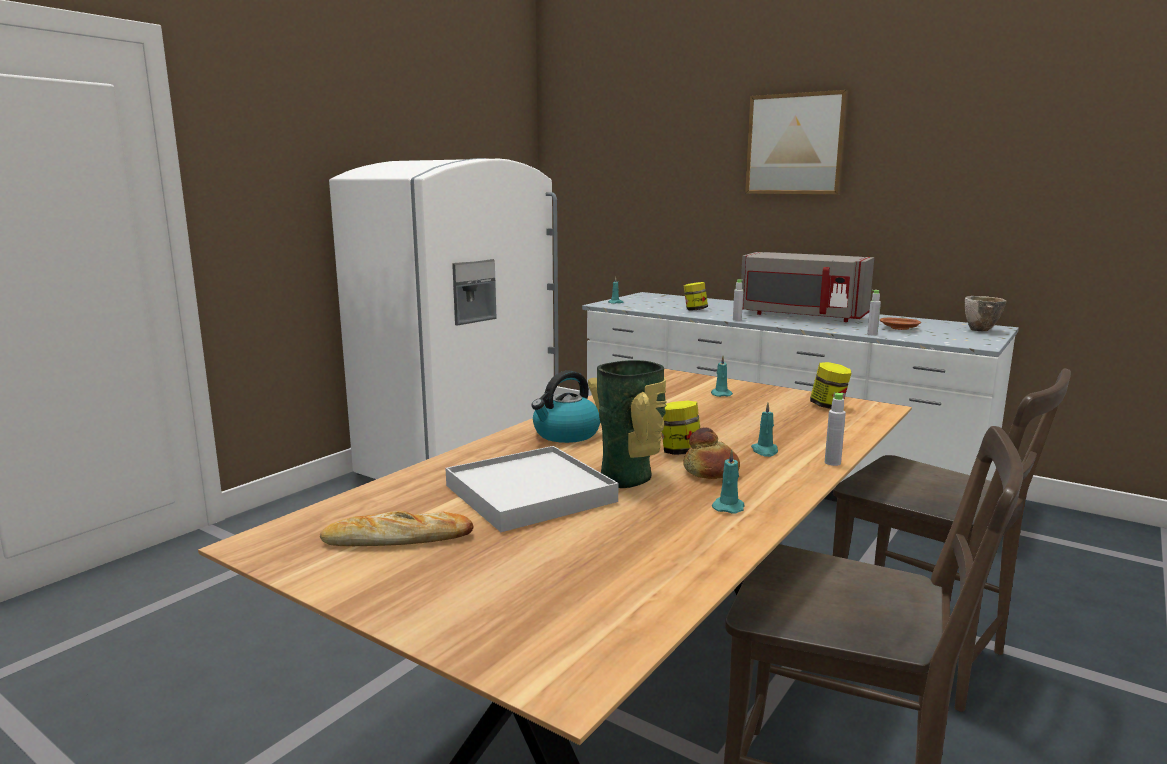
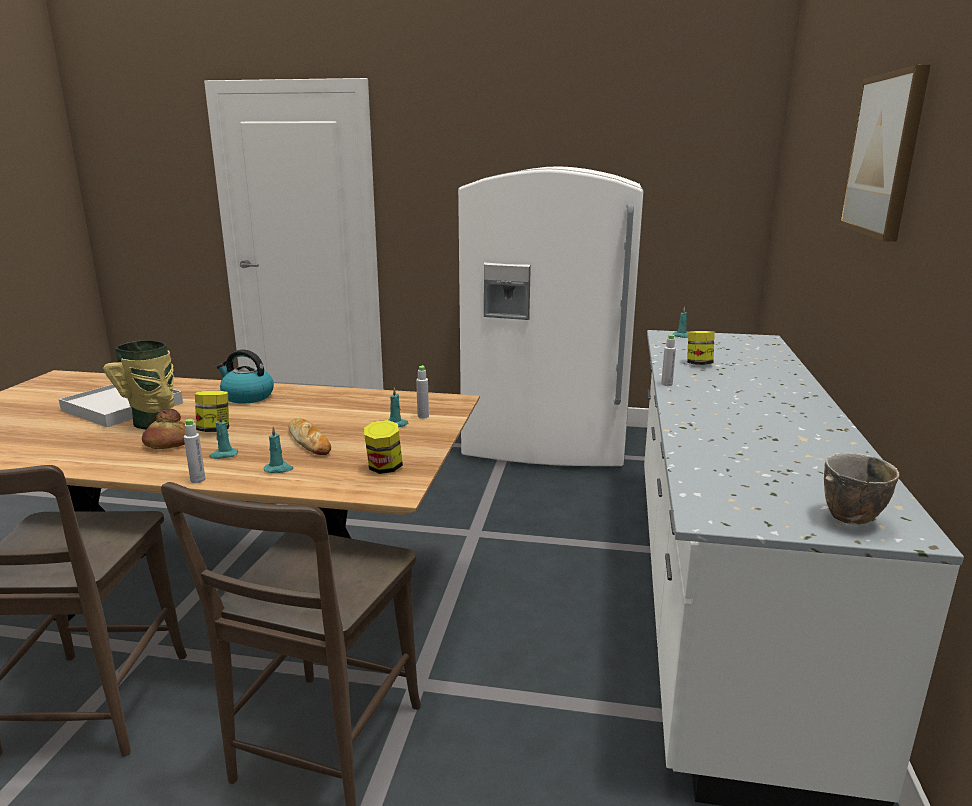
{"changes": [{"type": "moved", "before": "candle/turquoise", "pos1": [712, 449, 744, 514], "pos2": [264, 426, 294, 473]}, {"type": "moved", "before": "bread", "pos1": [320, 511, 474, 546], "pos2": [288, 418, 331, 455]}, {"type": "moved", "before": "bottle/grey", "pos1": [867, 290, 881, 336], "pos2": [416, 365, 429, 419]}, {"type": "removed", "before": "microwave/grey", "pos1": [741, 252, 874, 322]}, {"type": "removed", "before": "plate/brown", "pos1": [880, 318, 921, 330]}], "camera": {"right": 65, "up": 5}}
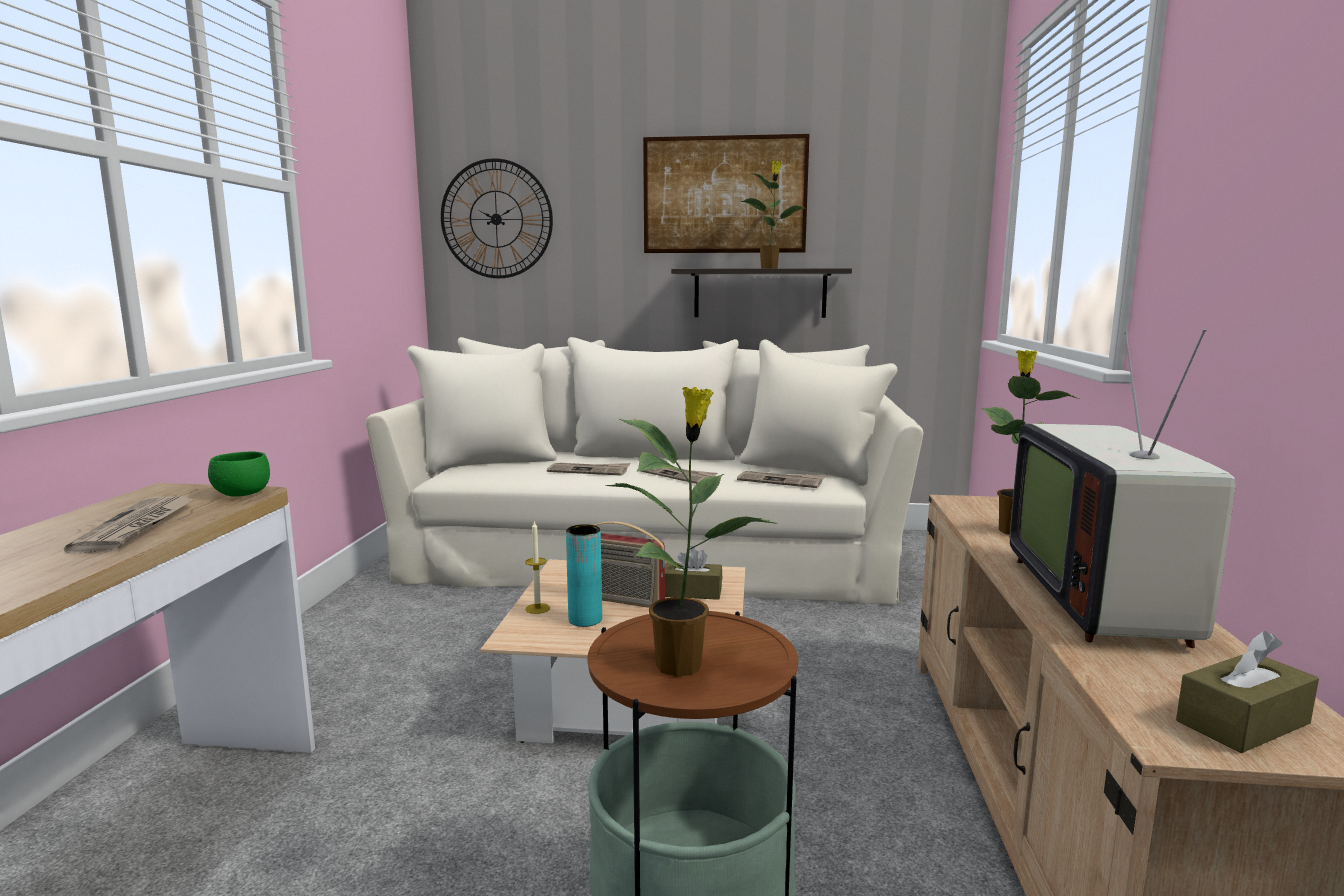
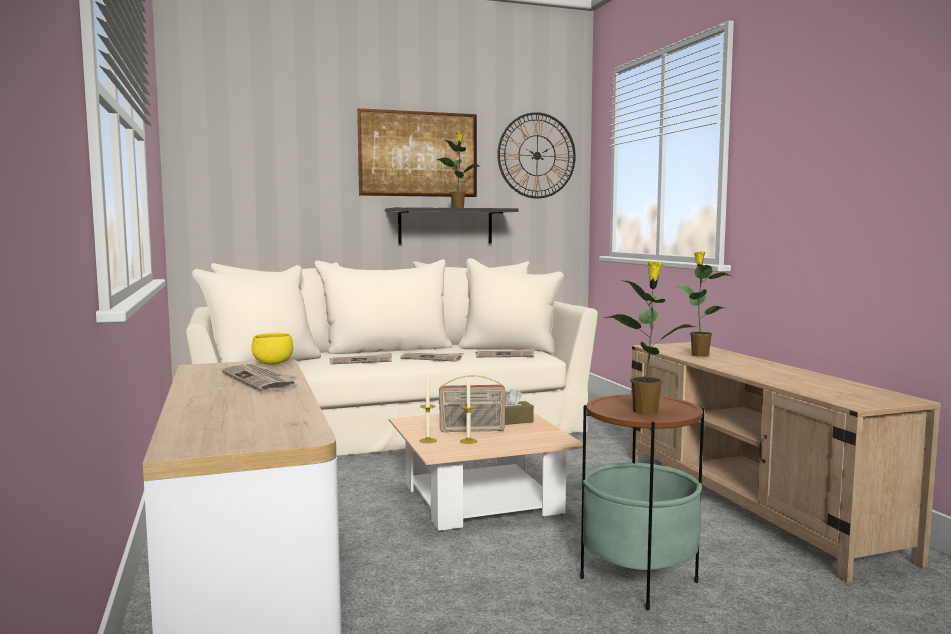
{"changes": [{"type": "recoloured", "before": "bowl/green", "after": "bowl/yellow", "pos1": [208, 452, 270, 497], "pos2": [251, 333, 293, 365]}, {"type": "replaced", "before": "vase/turquoise", "after": "candle", "pos1": [566, 524, 602, 627], "pos2": [460, 377, 477, 444]}, {"type": "moved", "before": "wall clock", "pos1": [441, 158, 553, 278], "pos2": [497, 112, 576, 199]}, {"type": "removed", "before": "television", "pos1": [1010, 328, 1236, 648]}, {"type": "removed", "before": "tissue box/brown", "pos1": [1176, 631, 1319, 753]}], "camera": {"right": -25, "up": -5}}
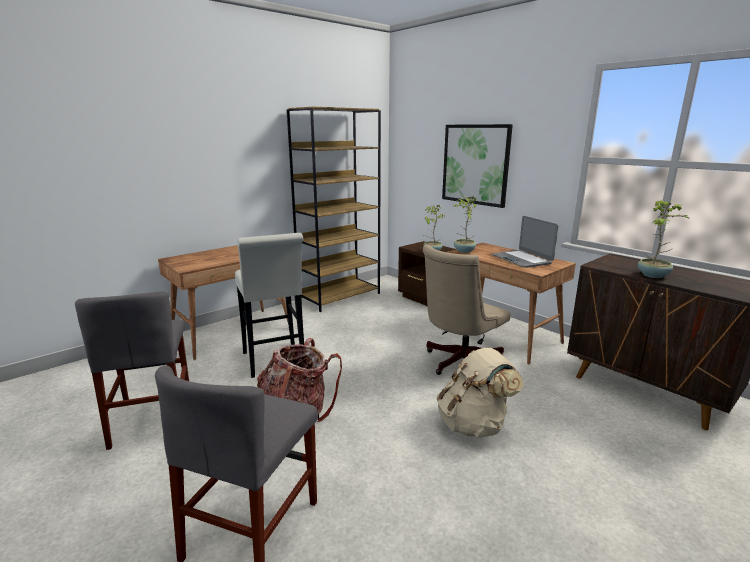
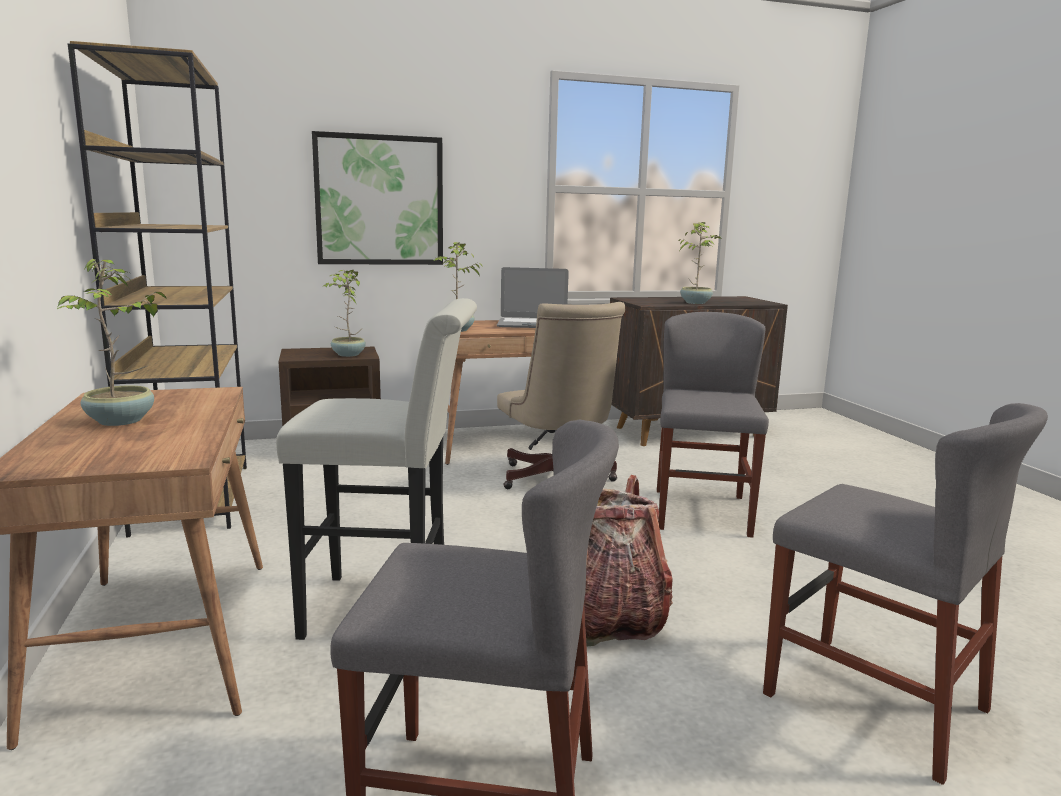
{"changes": [{"type": "added", "after": "potted plant", "pos2": [57, 259, 167, 426]}, {"type": "replaced", "before": "backpack/beige", "after": "chair/grey", "pos1": [436, 348, 523, 438], "pos2": [657, 312, 769, 538]}], "camera": {"right": -65, "up": -5}}
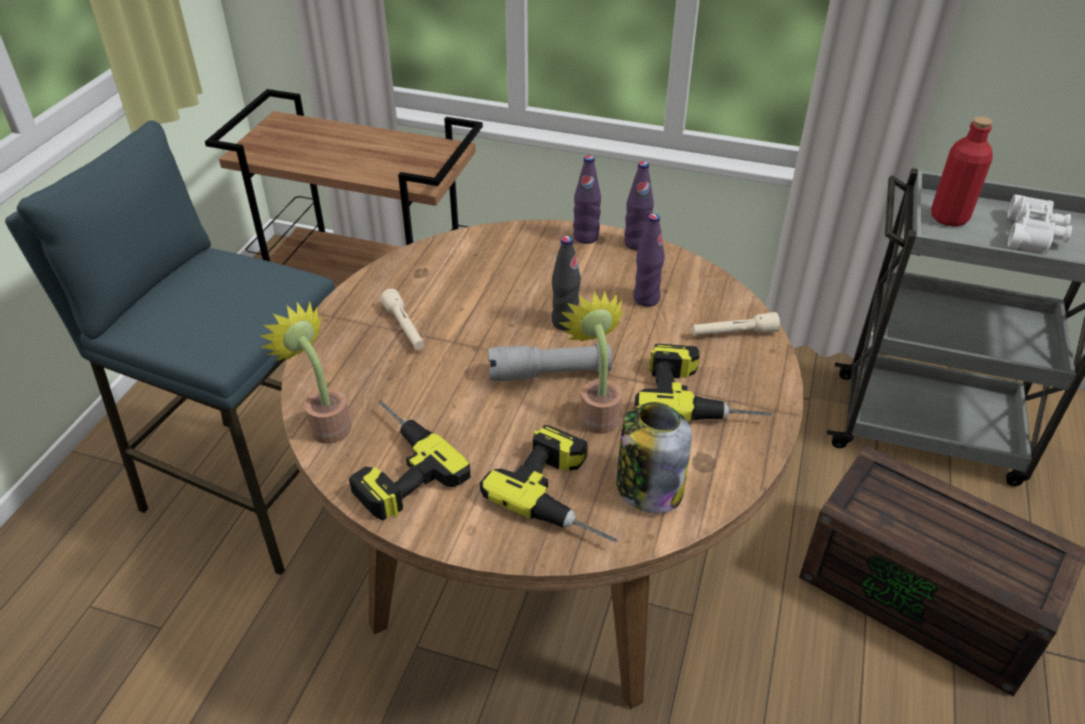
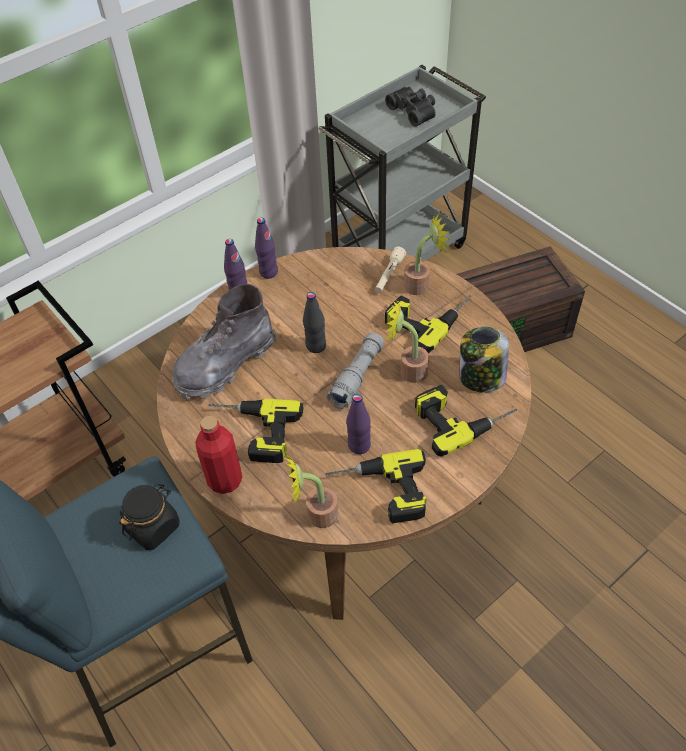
{"changes": [{"type": "added", "after": "jar/black", "pos2": [119, 484, 180, 550]}, {"type": "added", "after": "boot/grey", "pos2": [172, 284, 276, 400]}, {"type": "moved", "before": "bottle/red", "pos1": [931, 116, 993, 227], "pos2": [195, 416, 243, 494]}, {"type": "replaced", "before": "flashlight/beige", "after": "power drill", "pos1": [380, 289, 425, 350], "pos2": [208, 399, 304, 463]}, {"type": "moved", "before": "bottle/purple", "pos1": [633, 214, 665, 307], "pos2": [346, 394, 371, 454]}, {"type": "recoloured", "before": "binoculars/white", "after": "binoculars/black", "pos1": [1007, 194, 1072, 255], "pos2": [385, 87, 436, 127]}, {"type": "added", "after": "potted plant", "pos2": [404, 214, 450, 295]}], "camera": {"right": -55, "up": 10}}
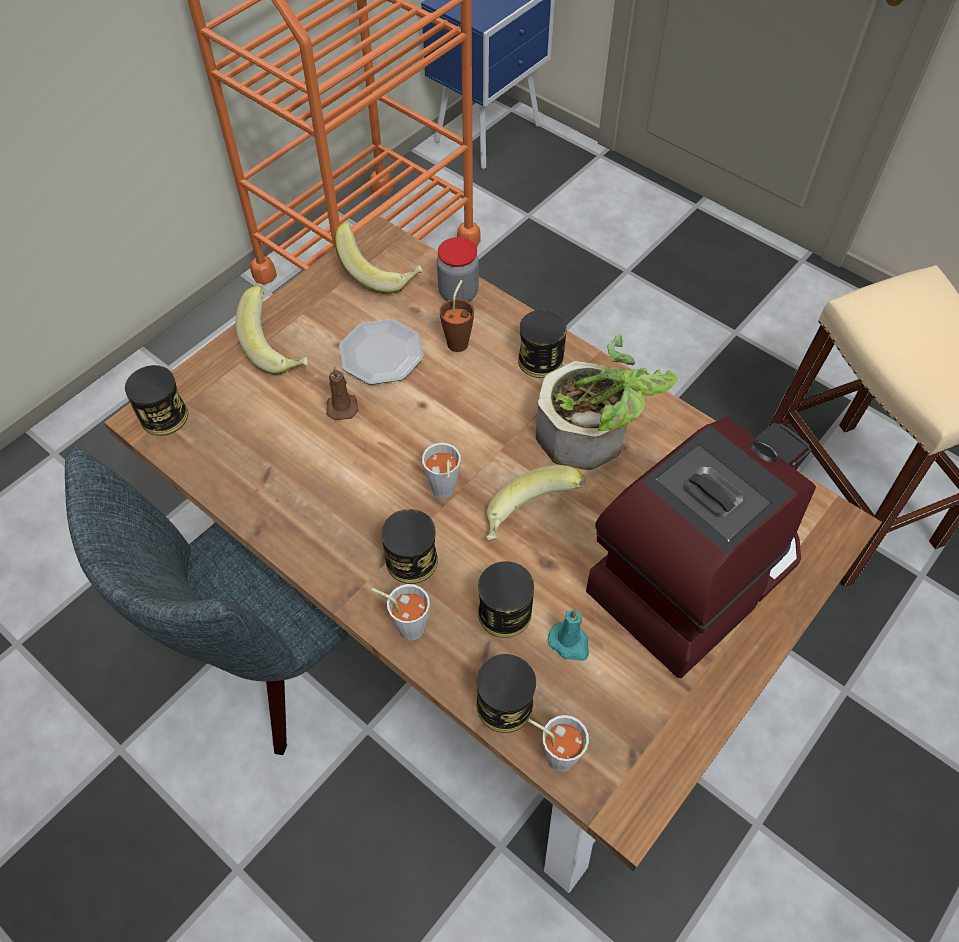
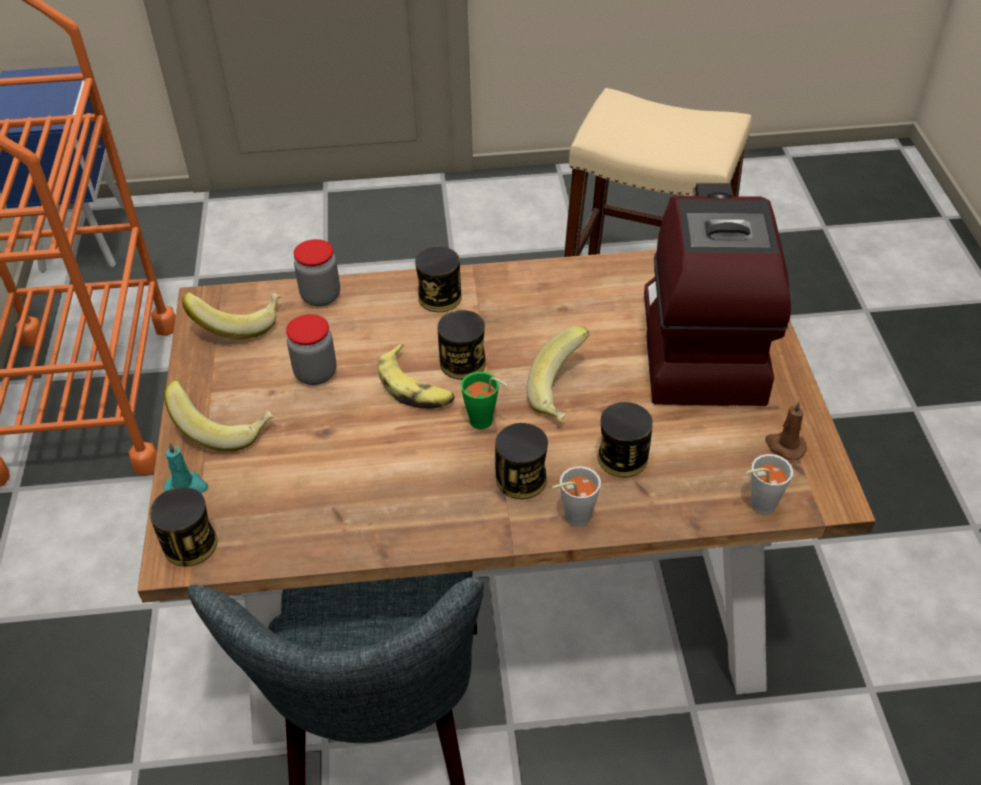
{"changes": [{"type": "moved", "before": "candle/turquoise", "pos1": [548, 609, 589, 661], "pos2": [164, 441, 208, 493]}, {"type": "replaced", "before": "plate", "after": "jar", "pos1": [339, 319, 424, 385], "pos2": [286, 314, 336, 385]}, {"type": "added", "after": "banana", "pos2": [378, 343, 455, 409]}, {"type": "moved", "before": "can", "pos1": [477, 654, 536, 733], "pos2": [437, 310, 486, 380]}, {"type": "recoloured", "before": "cup/grey", "after": "cup/green", "pos1": [422, 443, 461, 498], "pos2": [461, 372, 508, 429]}, {"type": "moved", "before": "candle/brown", "pos1": [326, 366, 359, 420], "pos2": [765, 401, 807, 460]}, {"type": "removed", "before": "cup/brown", "pos1": [440, 280, 474, 352]}, {"type": "removed", "before": "potted plant", "pos1": [536, 334, 678, 470]}], "camera": {"right": -45, "up": -10}}
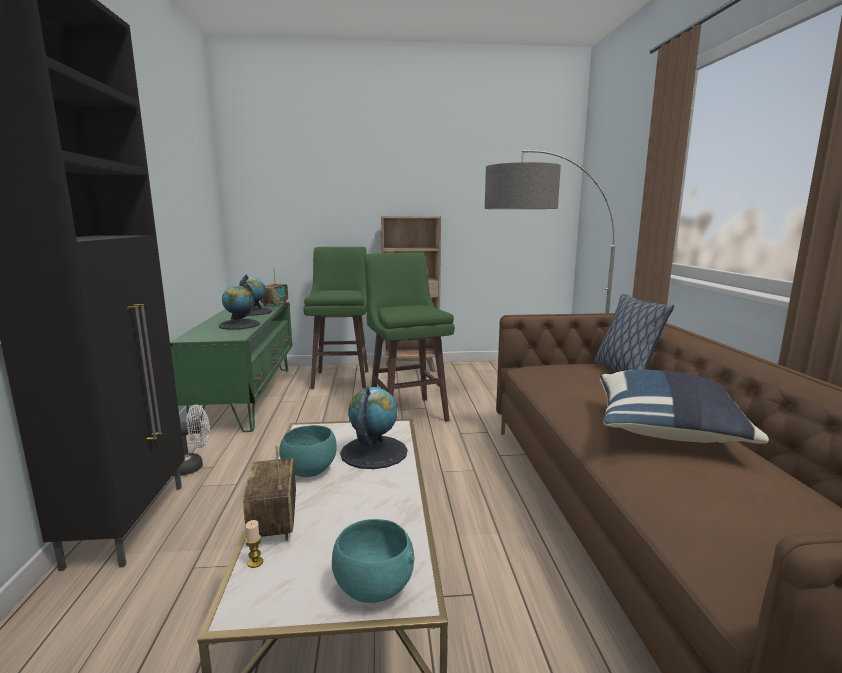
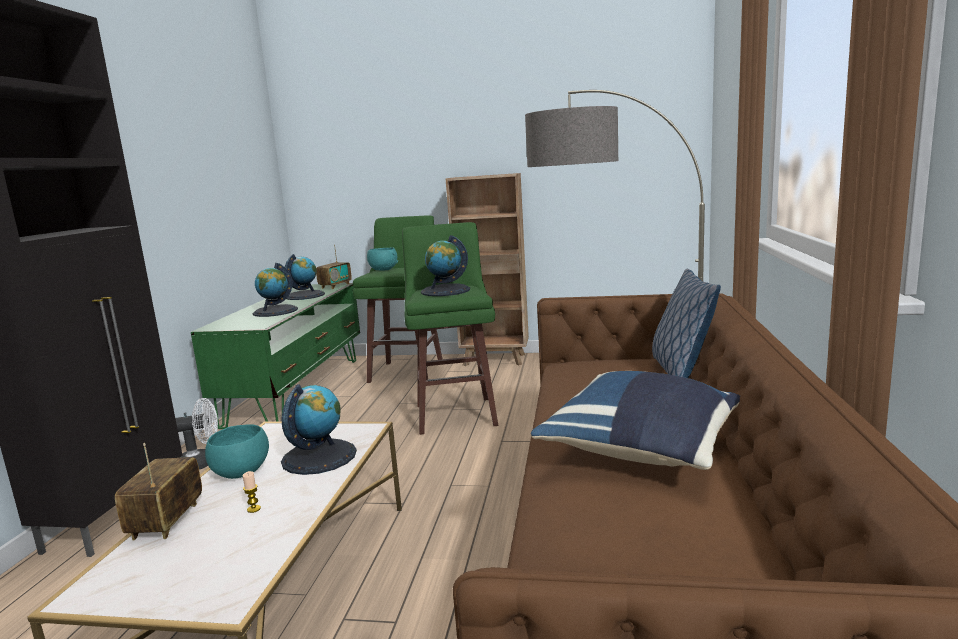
{"changes": [{"type": "moved", "before": "candle", "pos1": [245, 520, 263, 568], "pos2": [243, 471, 261, 513]}, {"type": "moved", "before": "bowl/turquoise", "pos1": [332, 519, 415, 603], "pos2": [367, 248, 398, 270]}, {"type": "added", "after": "globe", "pos2": [421, 235, 470, 296]}], "camera": {"right": 15, "up": 0}}
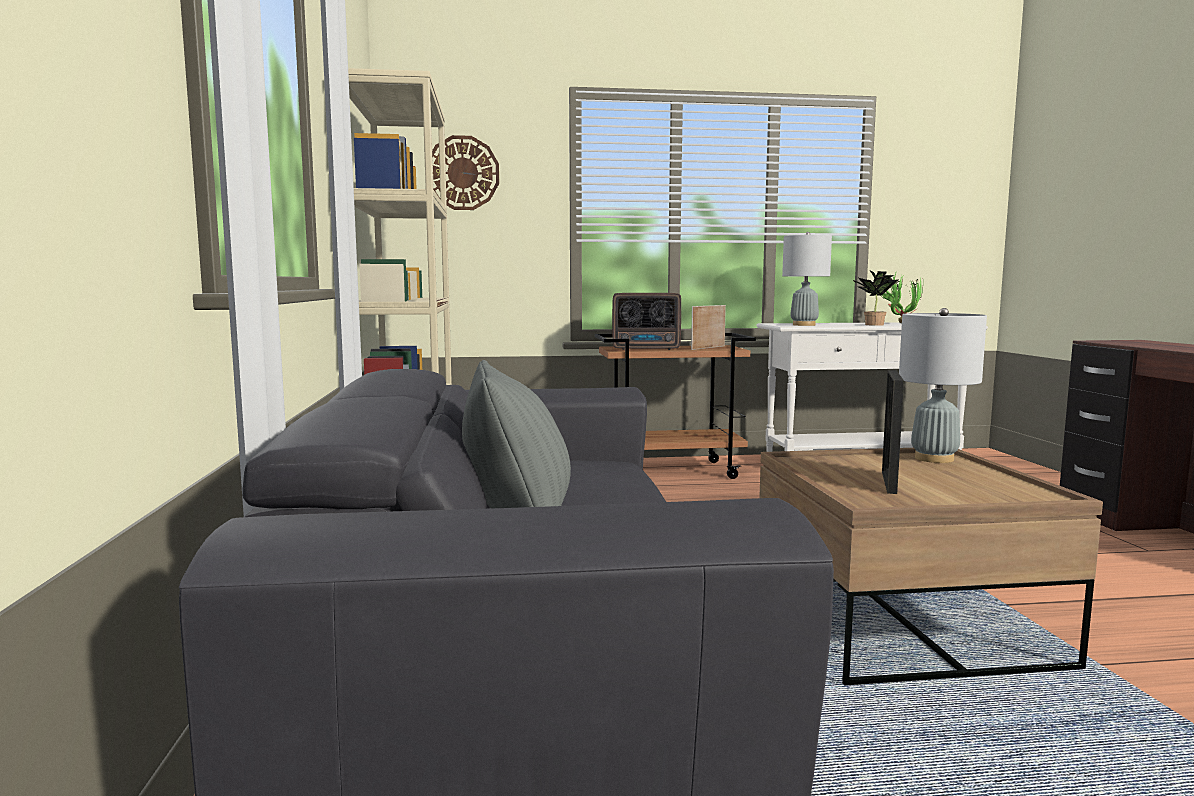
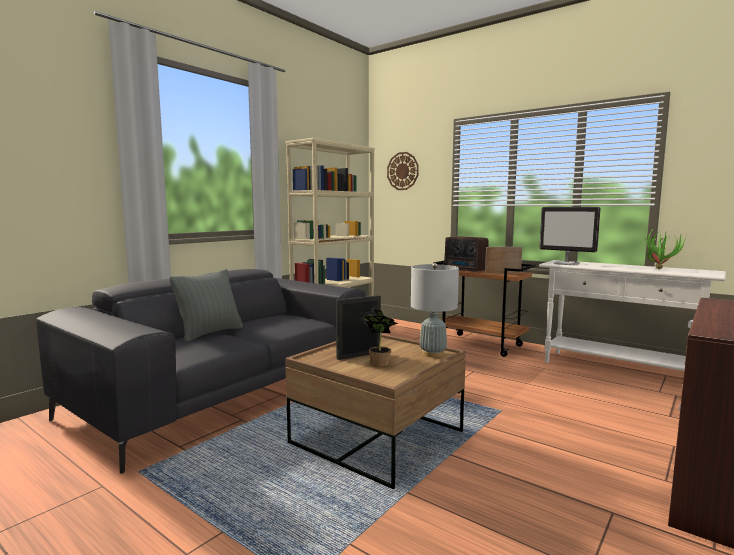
{"changes": [{"type": "moved", "before": "potted plant", "pos1": [853, 270, 898, 326], "pos2": [358, 306, 398, 367]}, {"type": "replaced", "before": "table lamp/grey", "after": "monitor", "pos1": [782, 232, 832, 326], "pos2": [539, 207, 601, 265]}], "camera": {"right": 45, "up": 0}}
